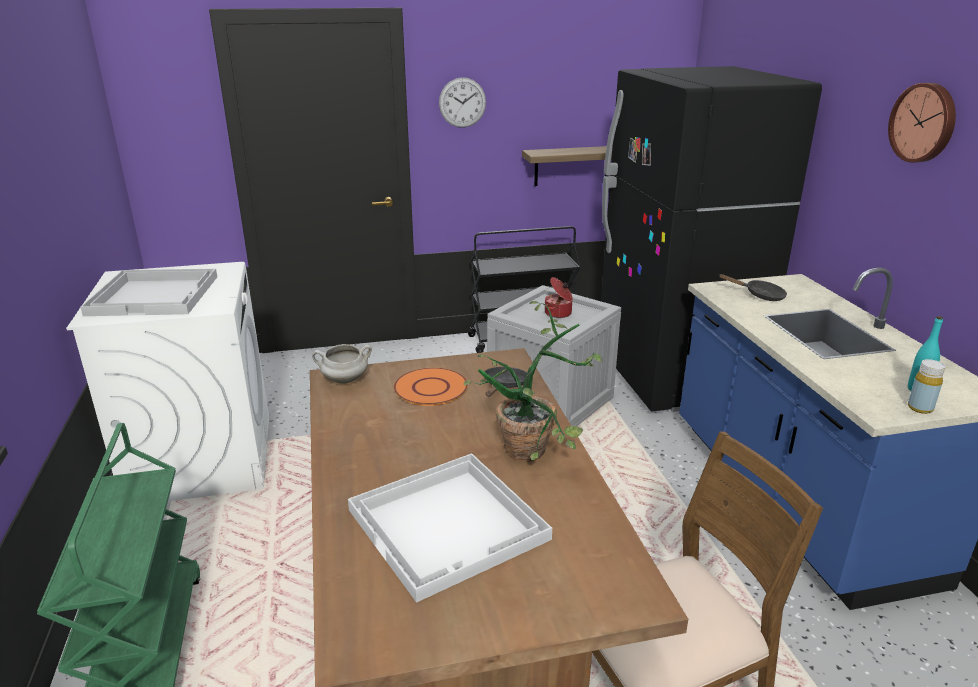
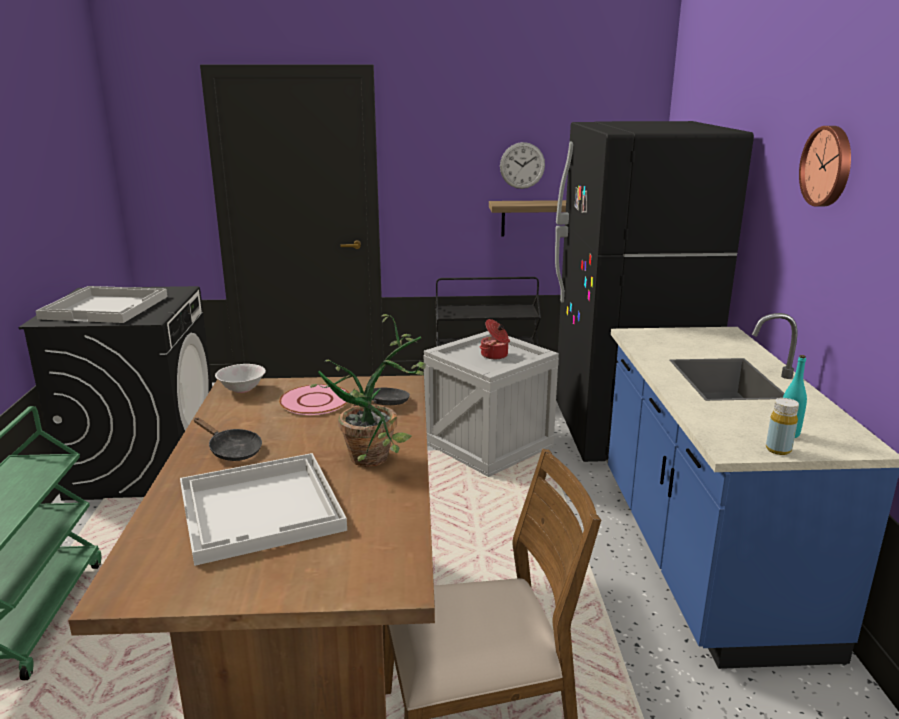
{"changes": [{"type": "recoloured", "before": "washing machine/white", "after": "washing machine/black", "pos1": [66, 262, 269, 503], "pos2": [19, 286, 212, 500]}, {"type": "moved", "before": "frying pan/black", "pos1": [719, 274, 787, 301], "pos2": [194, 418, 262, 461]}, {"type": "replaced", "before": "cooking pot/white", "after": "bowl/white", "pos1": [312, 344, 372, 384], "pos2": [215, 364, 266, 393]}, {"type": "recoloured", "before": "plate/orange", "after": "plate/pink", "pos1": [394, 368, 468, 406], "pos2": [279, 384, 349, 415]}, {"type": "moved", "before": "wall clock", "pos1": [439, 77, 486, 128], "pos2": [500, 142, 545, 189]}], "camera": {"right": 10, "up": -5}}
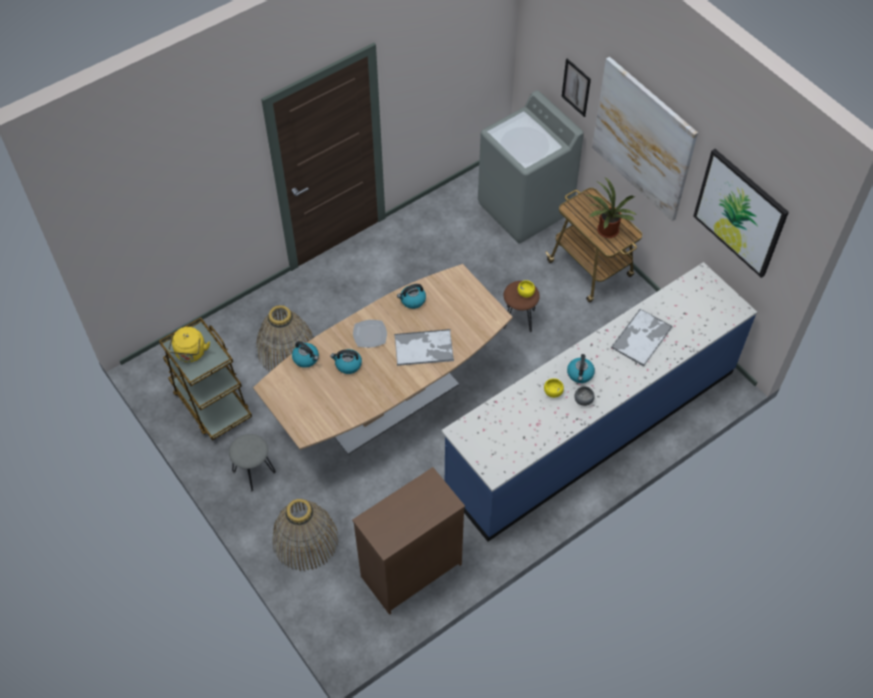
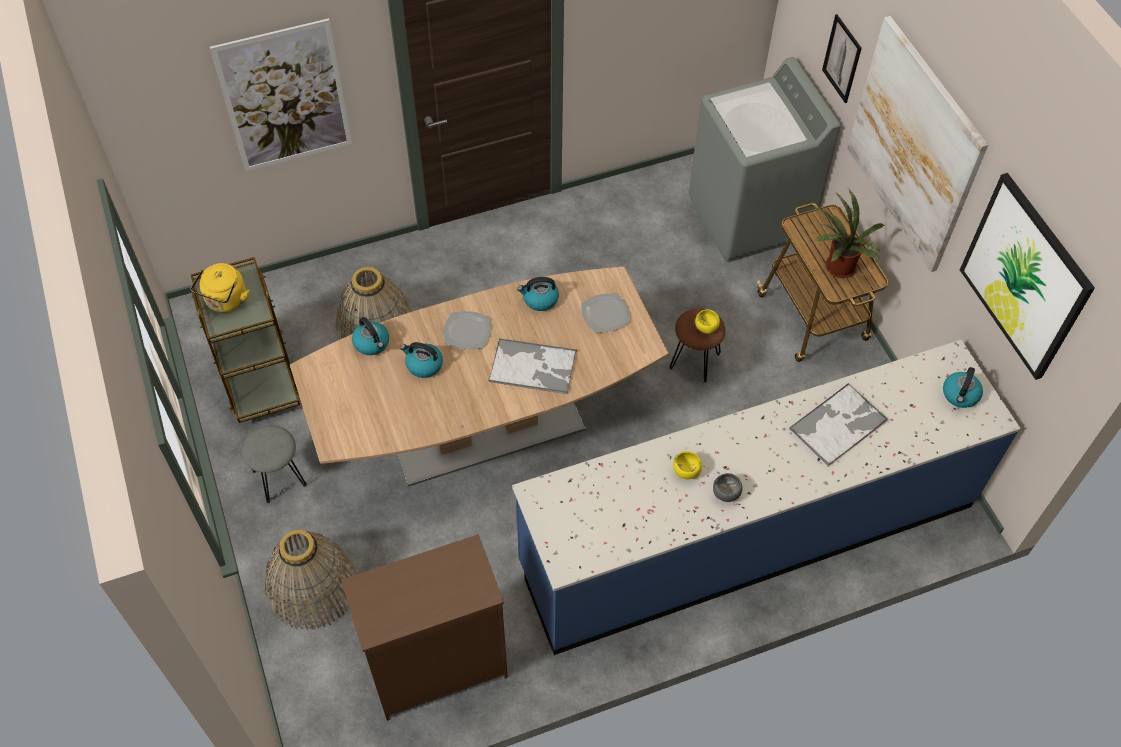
{"changes": [{"type": "added", "after": "picture", "pos2": [210, 18, 352, 171]}, {"type": "added", "after": "plate", "pos2": [581, 293, 630, 332]}, {"type": "moved", "before": "kettle", "pos1": [567, 354, 595, 383], "pos2": [943, 367, 983, 408]}], "camera": {"right": 15, "up": 0}}
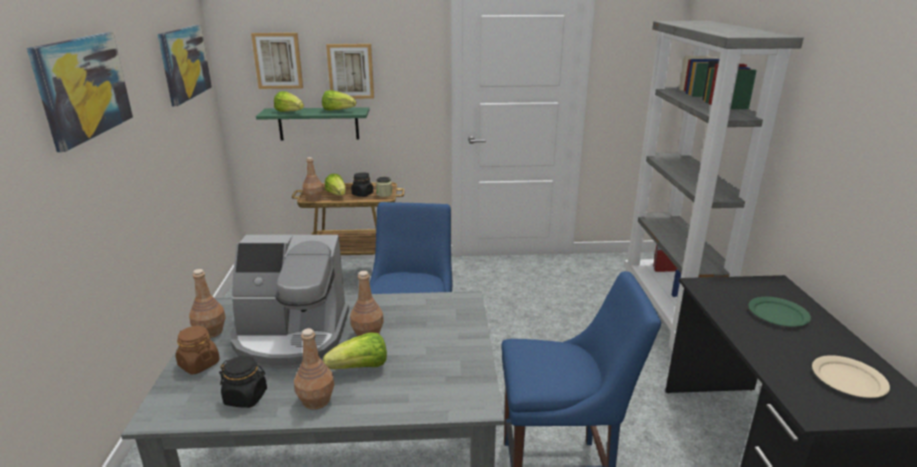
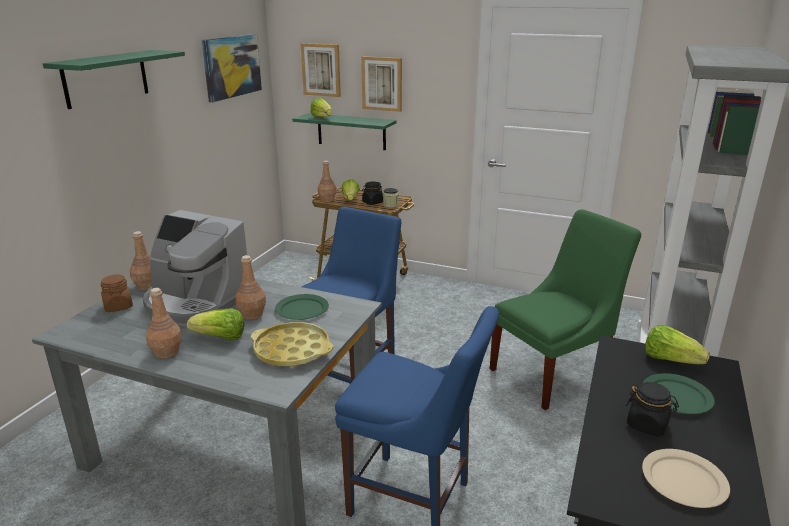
{"changes": [{"type": "replaced", "before": "picture", "after": "shelf/green", "pos1": [27, 33, 133, 152], "pos2": [43, 50, 185, 109]}, {"type": "added", "after": "tray/yellow", "pos2": [251, 322, 333, 367]}, {"type": "added", "after": "plate/green", "pos2": [275, 294, 329, 320]}, {"type": "added", "after": "chair/green", "pos2": [490, 209, 641, 410]}, {"type": "moved", "before": "jar/black", "pos1": [219, 356, 267, 408], "pos2": [626, 382, 679, 437]}, {"type": "moved", "before": "lettuce", "pos1": [322, 90, 356, 111], "pos2": [645, 325, 710, 364]}], "camera": {"right": 25, "up": 0}}
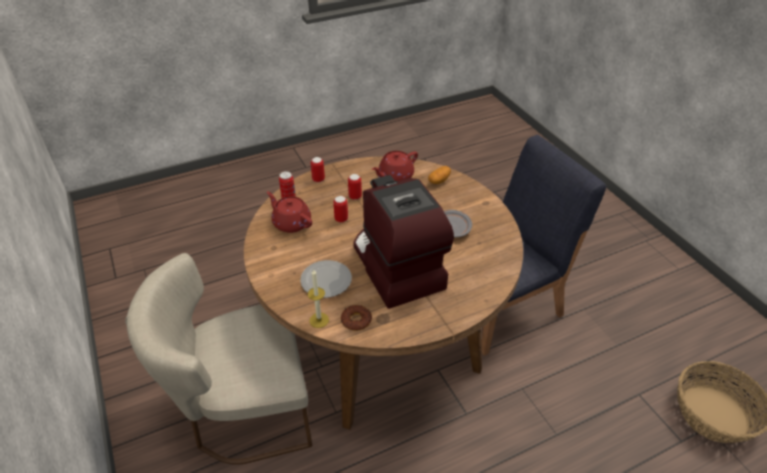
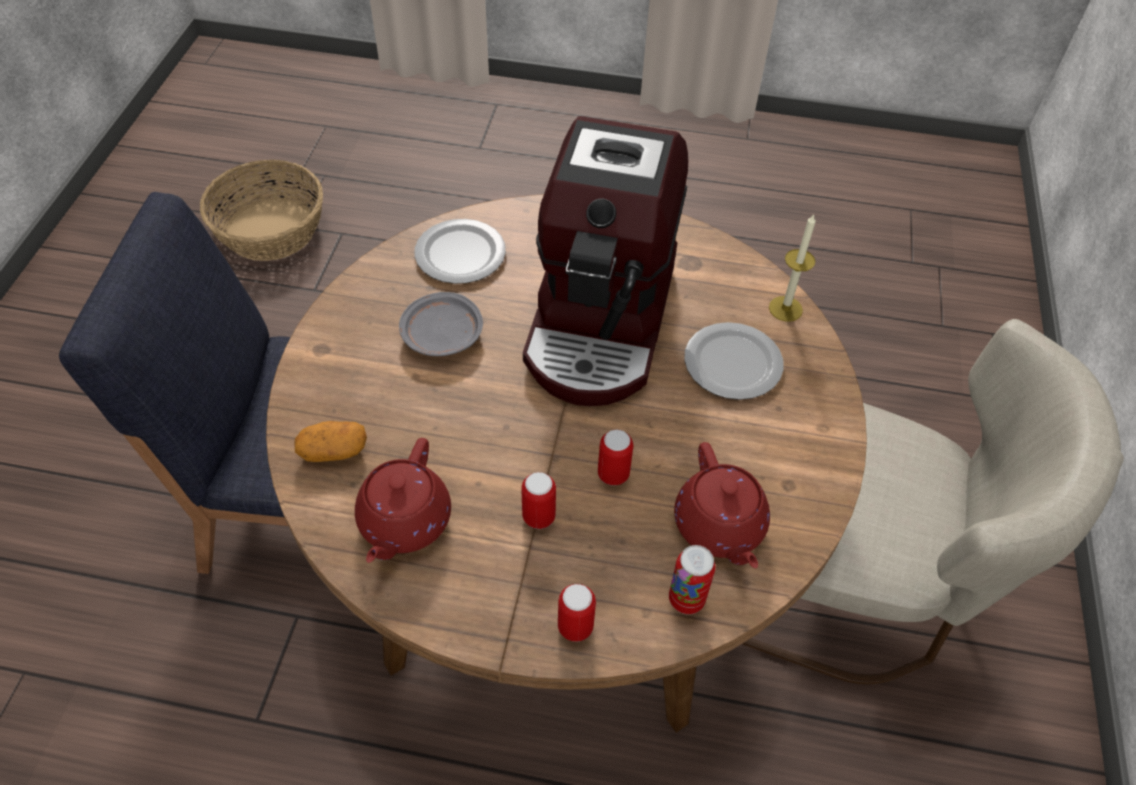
{"changes": [{"type": "turned", "before": "teapot/red", "pos1": [372, 151, 418, 181], "pos2": [355, 438, 451, 563], "turn": 105}, {"type": "added", "after": "plate", "pos2": [414, 219, 506, 284]}, {"type": "removed", "before": "donut", "pos1": [341, 305, 372, 331]}], "camera": {"right": -145, "up": 10}}
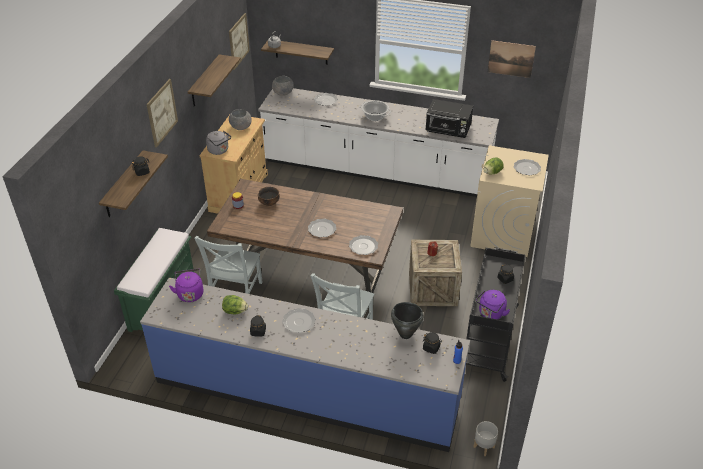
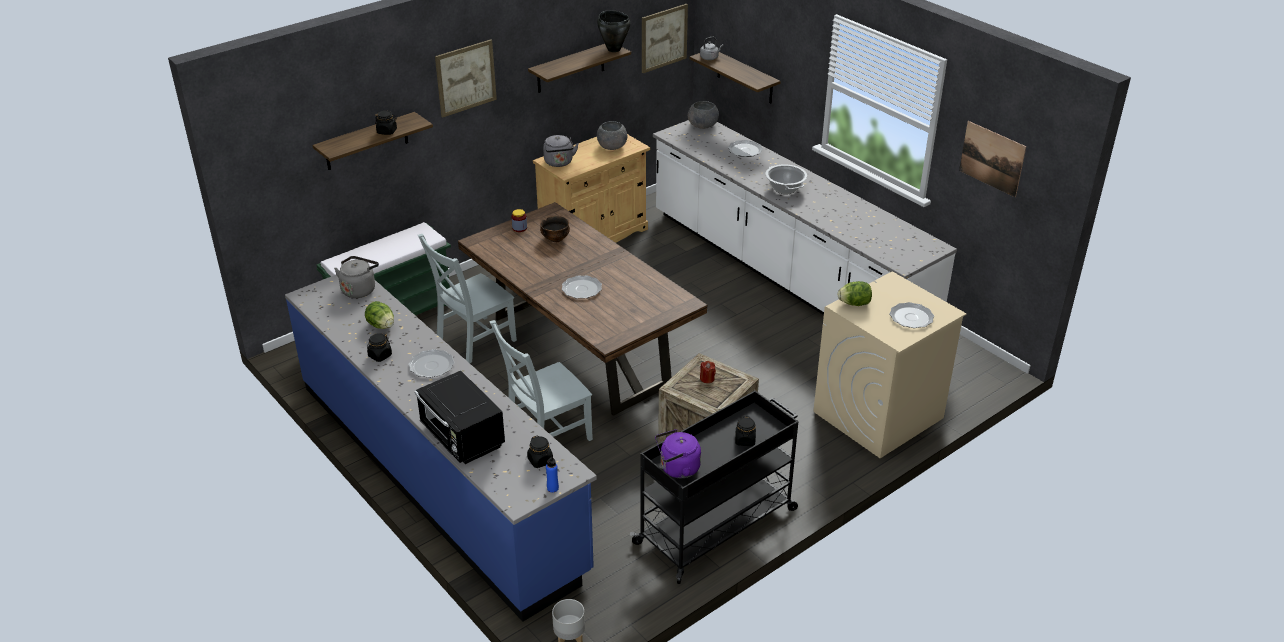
{"changes": [{"type": "recoloured", "before": "kettle/purple", "after": "kettle/grey", "pos1": [169, 269, 203, 302], "pos2": [334, 256, 379, 298]}, {"type": "moved", "before": "microwave/black", "pos1": [426, 99, 473, 138], "pos2": [415, 371, 505, 464]}, {"type": "moved", "before": "cooking pot/black", "pos1": [391, 302, 424, 339], "pos2": [597, 10, 630, 52]}, {"type": "removed", "before": "plate", "pos1": [349, 235, 378, 255]}], "camera": {"right": 35, "up": -5}}
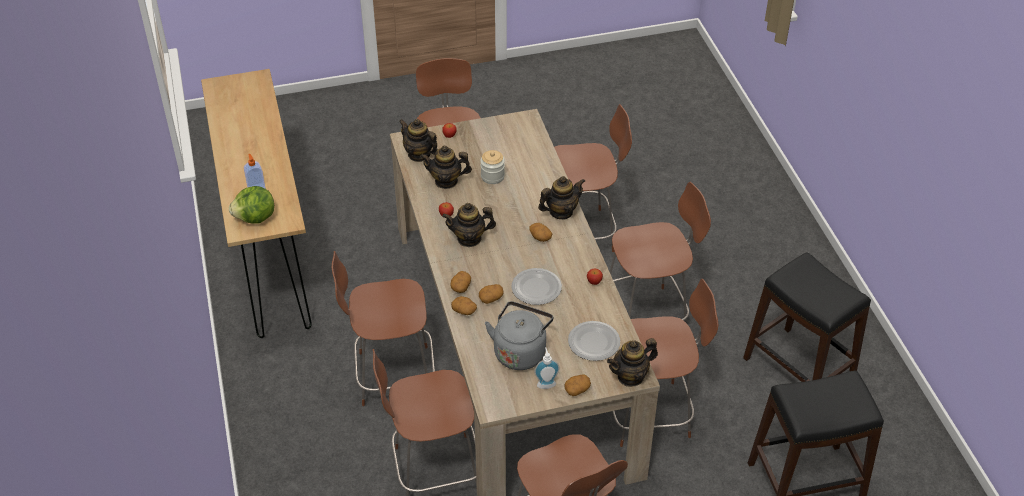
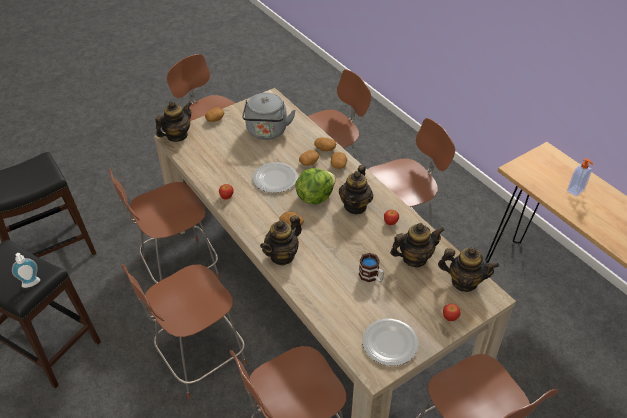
{"changes": [{"type": "moved", "before": "soap dispenser", "pos1": [534, 347, 560, 389], "pos2": [12, 253, 40, 288]}, {"type": "moved", "before": "lettuce", "pos1": [229, 186, 274, 223], "pos2": [295, 168, 336, 204]}, {"type": "turned", "before": "teapot", "pos1": [442, 203, 496, 247], "pos2": [339, 165, 373, 214], "turn": 135}, {"type": "replaced", "before": "jar", "after": "mug", "pos1": [480, 150, 505, 184], "pos2": [359, 253, 384, 282]}, {"type": "moved", "before": "plate", "pos1": [568, 321, 620, 361], "pos2": [362, 319, 418, 366]}], "camera": {"right": 160, "up": 0}}
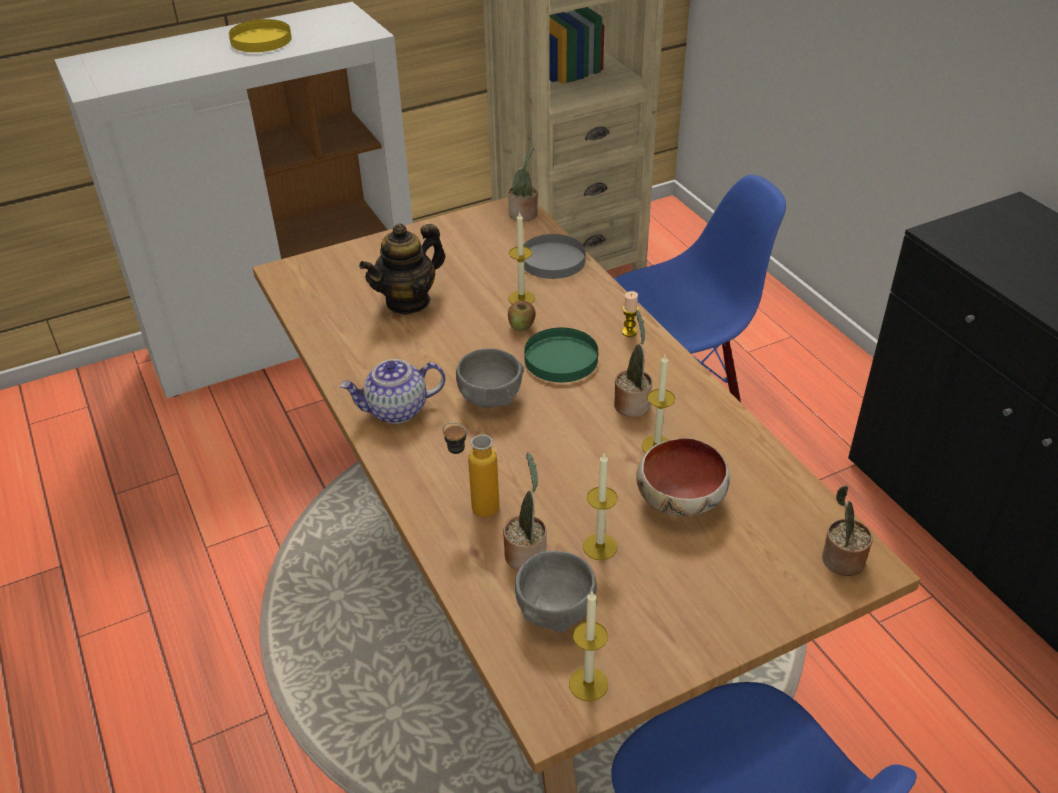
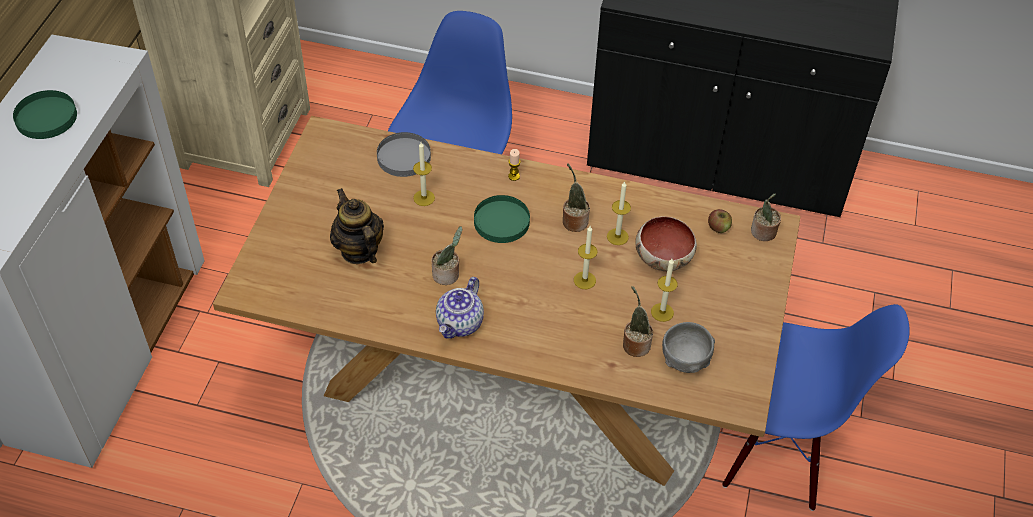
{"changes": [{"type": "recoloured", "before": "plate/yellow", "after": "plate/green", "pos1": [229, 19, 292, 52], "pos2": [13, 90, 77, 139]}, {"type": "turned", "before": "teapot", "pos1": [359, 224, 445, 315], "pos2": [330, 188, 384, 264], "turn": 150}, {"type": "moved", "before": "potted plant", "pos1": [508, 147, 538, 222], "pos2": [432, 226, 462, 285]}, {"type": "moved", "before": "candle", "pos1": [569, 591, 608, 701], "pos2": [574, 226, 597, 289]}, {"type": "moved", "before": "apple", "pos1": [508, 301, 536, 331], "pos2": [708, 209, 732, 233]}, {"type": "removed", "before": "bottle", "pos1": [442, 422, 499, 517]}, {"type": "removed", "before": "bowl/grey", "pos1": [456, 348, 524, 408]}], "camera": {"right": -50, "up": 10}}
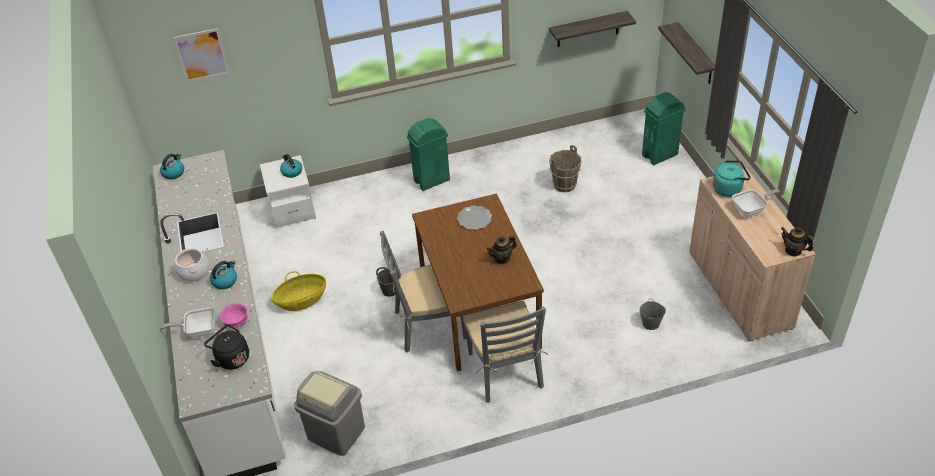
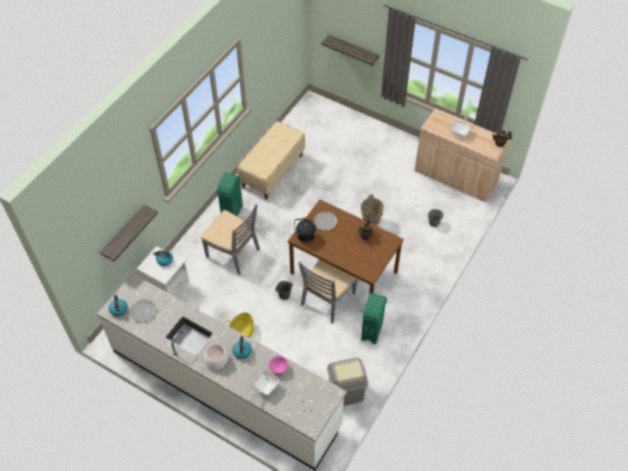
{"changes": [{"type": "moved", "before": "shelf", "pos1": [549, 11, 636, 47], "pos2": [100, 204, 158, 262]}, {"type": "added", "after": "plate", "pos2": [130, 299, 157, 323]}, {"type": "moved", "before": "chair/grey", "pos1": [463, 301, 548, 403], "pos2": [201, 204, 260, 275]}, {"type": "added", "after": "bench/beige", "pos2": [237, 121, 305, 200]}, {"type": "moved", "before": "kettle/black", "pos1": [204, 324, 249, 370], "pos2": [294, 218, 316, 242]}, {"type": "moved", "before": "bucket/brown", "pos1": [549, 145, 581, 192], "pos2": [361, 194, 384, 226]}, {"type": "moved", "before": "trash can/green", "pos1": [642, 92, 686, 165], "pos2": [361, 293, 387, 344]}, {"type": "removed", "before": "picture", "pos1": [173, 28, 230, 82]}, {"type": "removed", "before": "kettle/turquoise", "pos1": [713, 160, 751, 197]}], "camera": {"right": -45, "up": 10}}
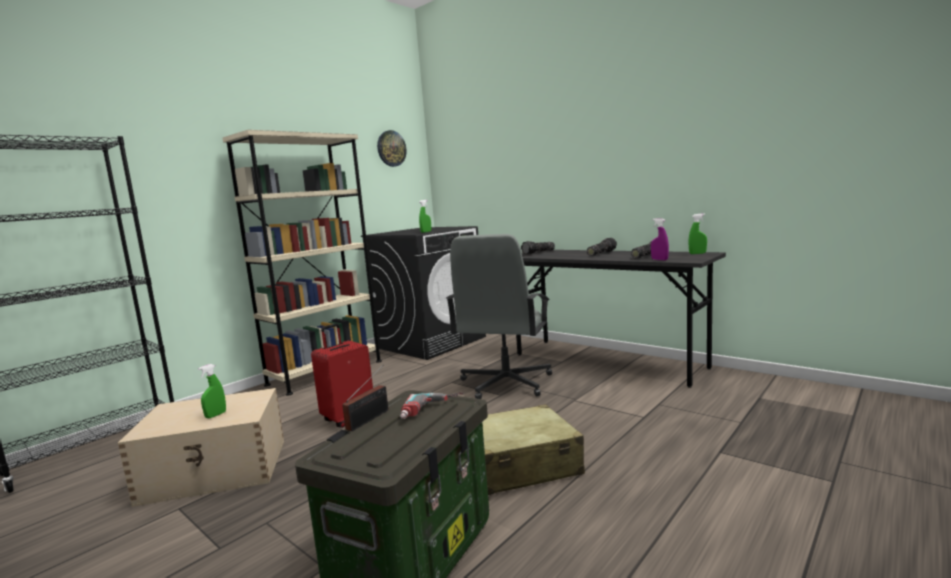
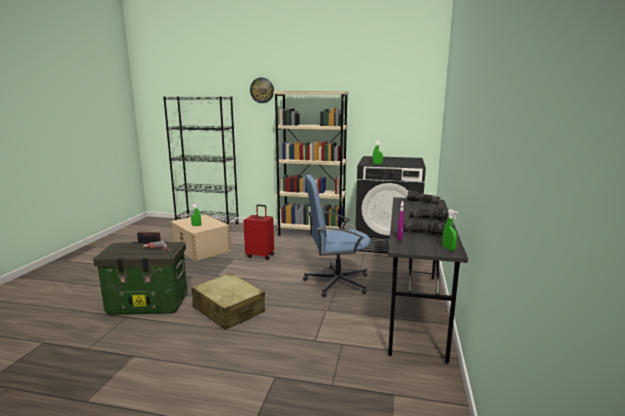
{"changes": [{"type": "moved", "before": "wall clock", "pos1": [377, 130, 407, 167], "pos2": [250, 77, 274, 103]}, {"type": "recoloured", "before": "office chair/grey", "after": "office chair/blue", "pos1": [446, 234, 552, 399], "pos2": [303, 175, 370, 297]}], "camera": {"right": 60, "up": 5}}
